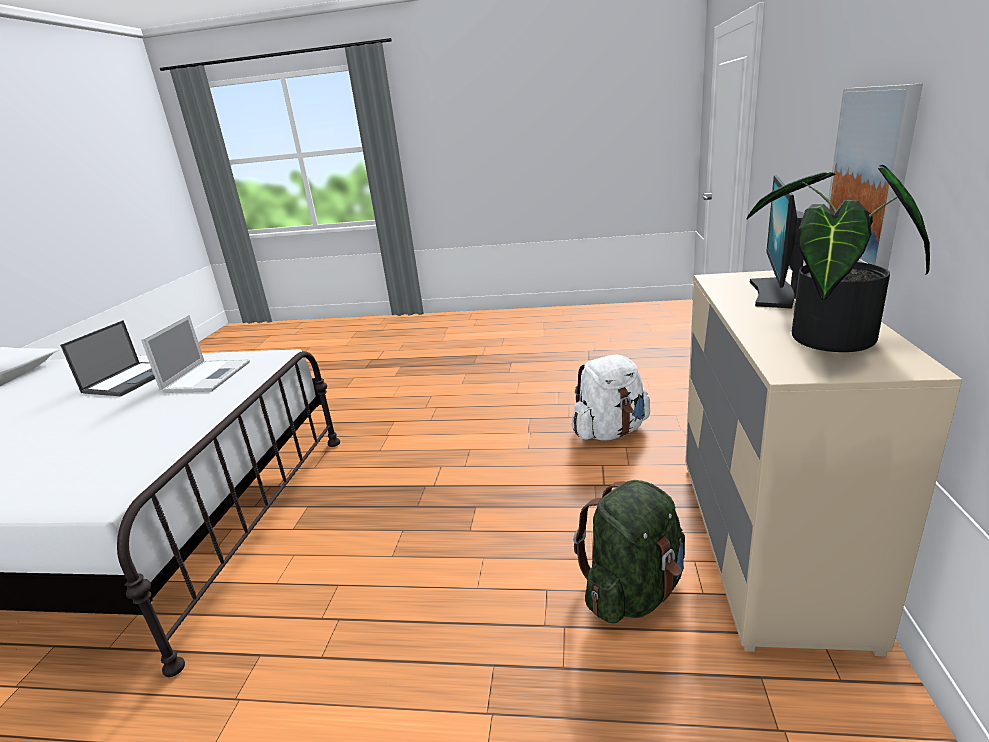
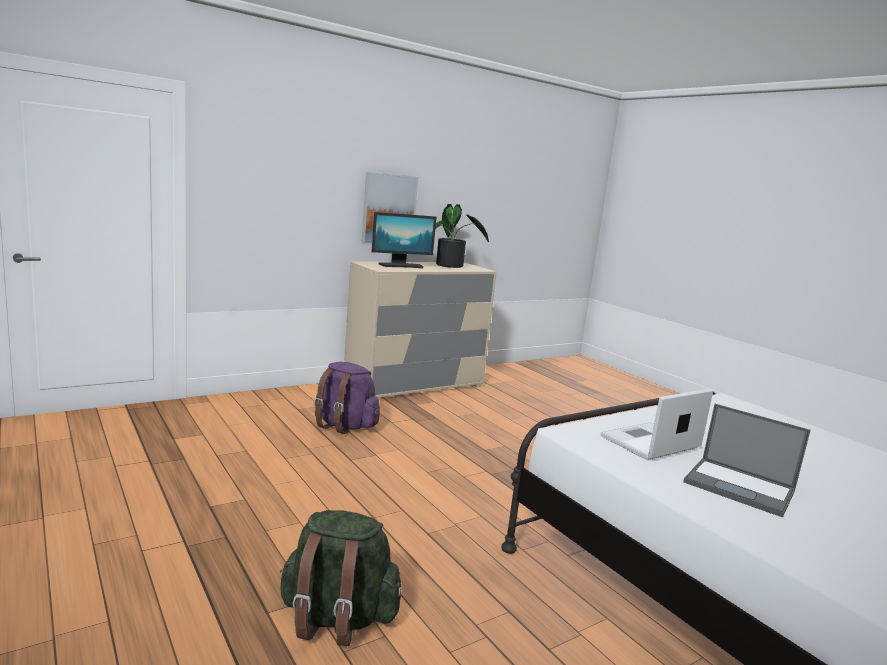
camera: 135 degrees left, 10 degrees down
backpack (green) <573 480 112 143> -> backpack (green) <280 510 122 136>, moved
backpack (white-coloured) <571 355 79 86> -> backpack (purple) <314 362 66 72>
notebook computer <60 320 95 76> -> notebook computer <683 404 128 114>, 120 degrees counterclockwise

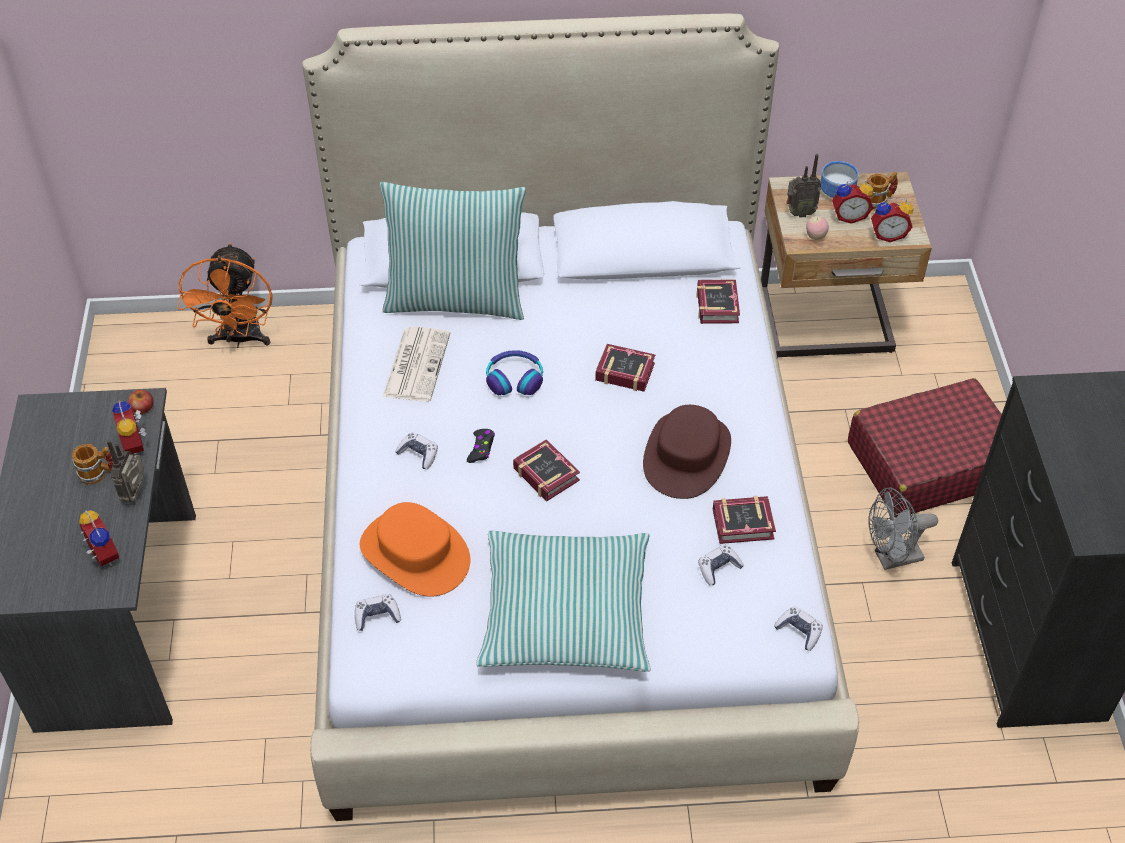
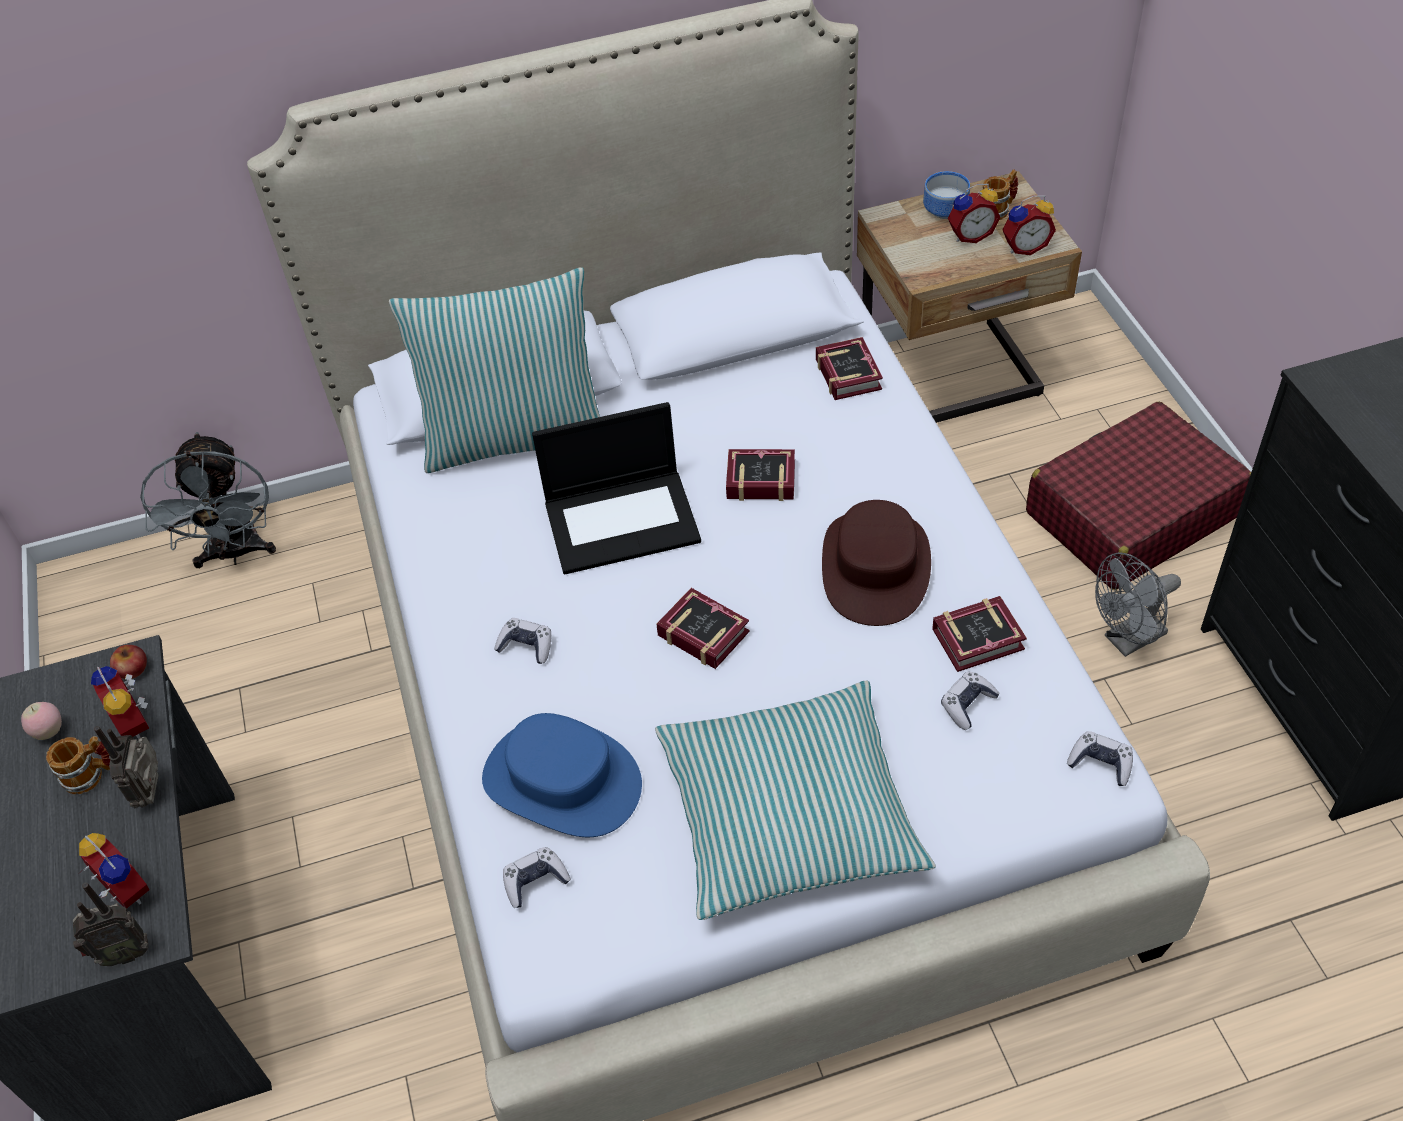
camera: 10 degrees left, 0 degrees up
apple fruit <806 216 23 24> -> apple fruit <21 702 41 38>, moved
radio set <786 154 35 64> -> radio set <73 883 76 83>, moved
fan (orange) <177 243 96 105> -> fan (greyish) <140 432 136 136>
wearable hat (orange) <360 502 110 95> -> wearable hat (blue) <482 713 160 124>
headphones <486 350 57 45> -> notebook computer <532 402 169 173>
printed paper <383 327 67 75> -> none
joypad (blackish) <467 429 28 34> -> none

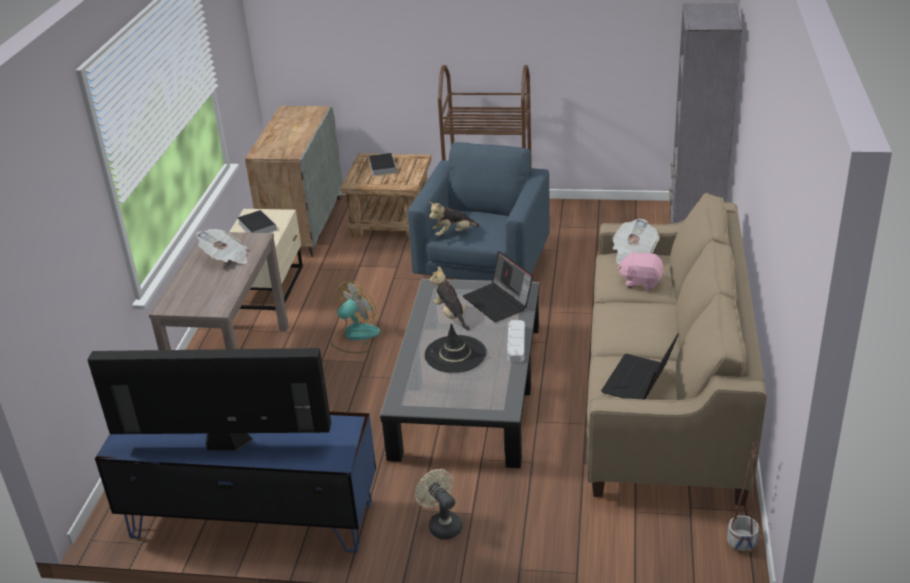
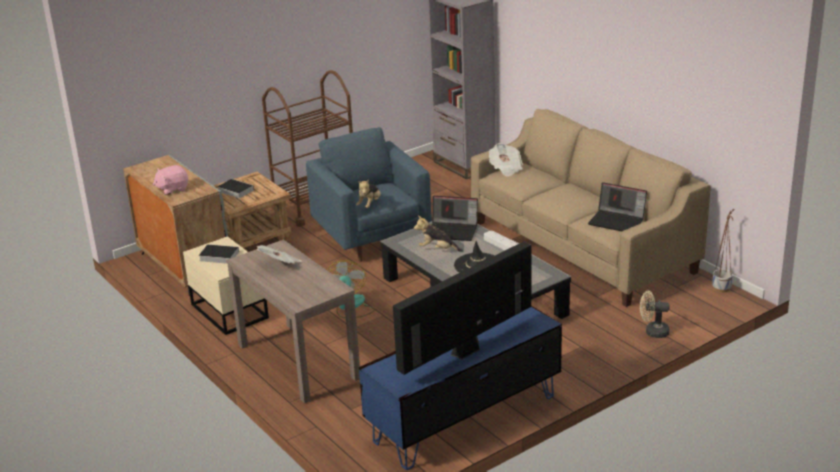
camera: 45 degrees left, 5 degrees down
soft toy (pinkish) <617 250 47 40> -> soft toy (pinkish) <153 165 35 30>, moved
notebook computer <601 333 78 66> -> notebook computer <588 182 59 49>, 45 degrees counterclockwise
fan (beige-coloured) <415 469 47 71> -> fan (beige-coloured) <640 291 30 47>, moved

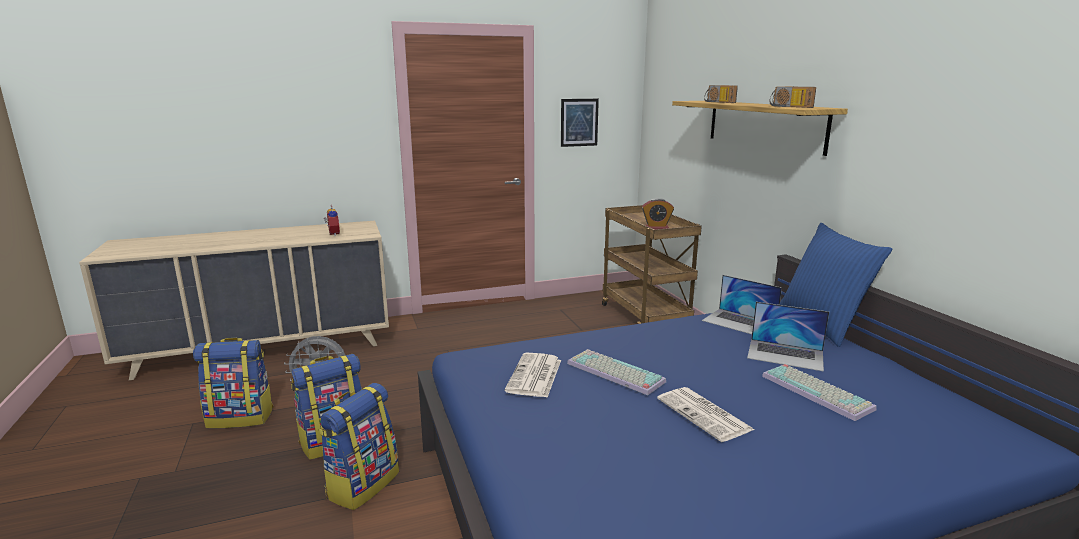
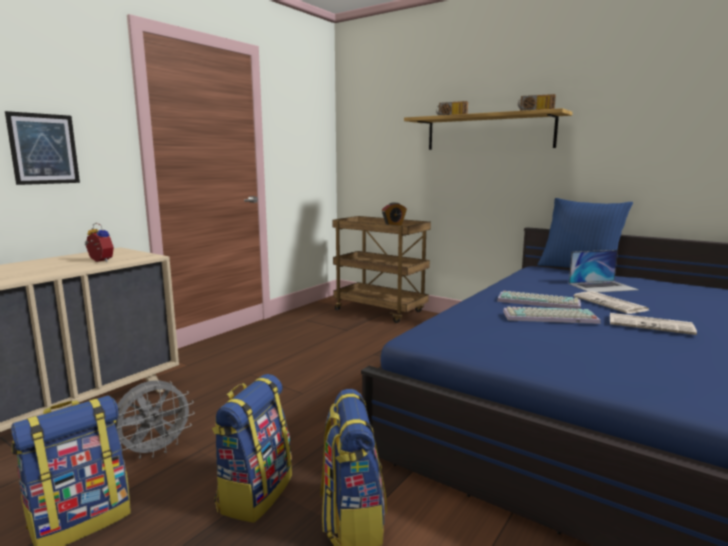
camera: 35 degrees left, 5 degrees down
wall art <561 99 38 48> -> wall art <5 111 75 74>, moved
PC keyboard <762 364 115 57> -> PC keyboard <497 291 84 19>, moved
printed paper <505 353 56 45> -> printed paper <574 291 75 23>, moved
notebook computer <702 275 80 59> -> none

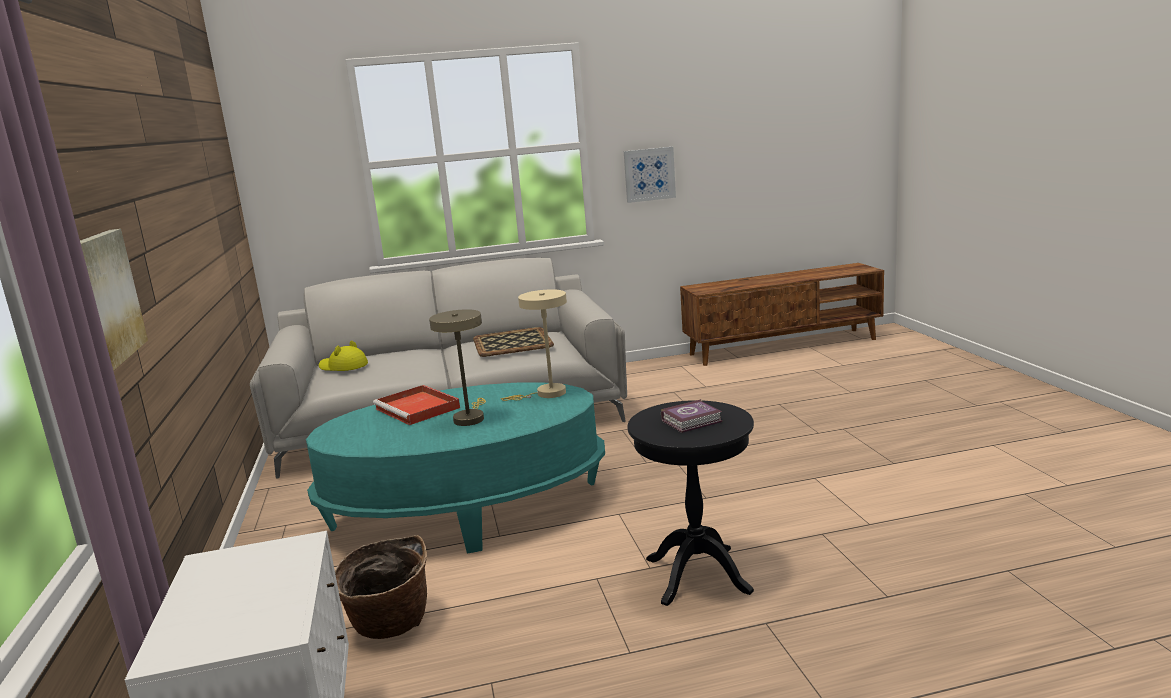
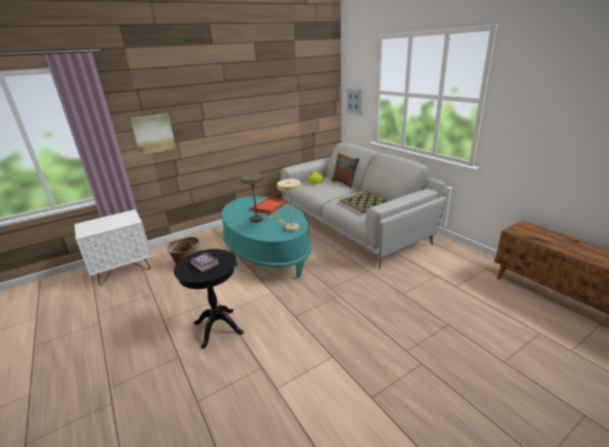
camera: 70 degrees right, 10 degrees up
none -> pillow (brown-coloured) <332 153 28 35>
wall art <624 147 52 56> -> wall art <345 87 18 28>, moved

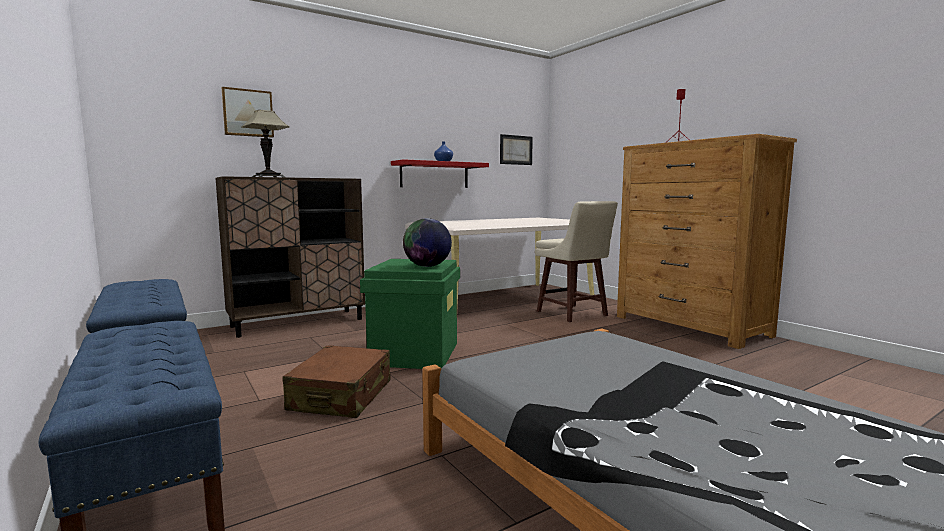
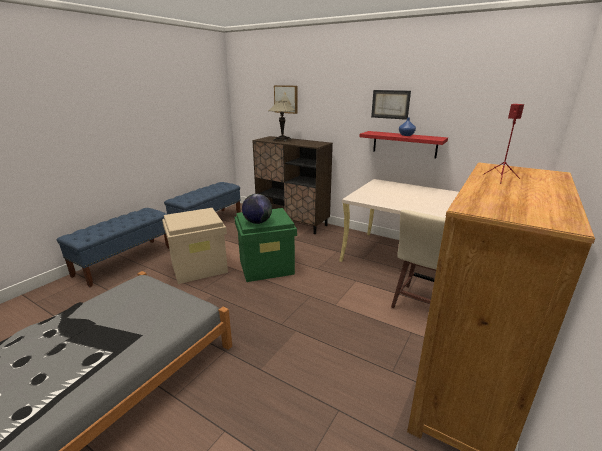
camera: 65 degrees right, 15 degrees up
suitcase (brown-coloured) <283 345 107 73> -> storage box (beige-coloured) <162 208 66 76>
wall art <500 134 33 31> -> wall art <371 90 40 30>, moved

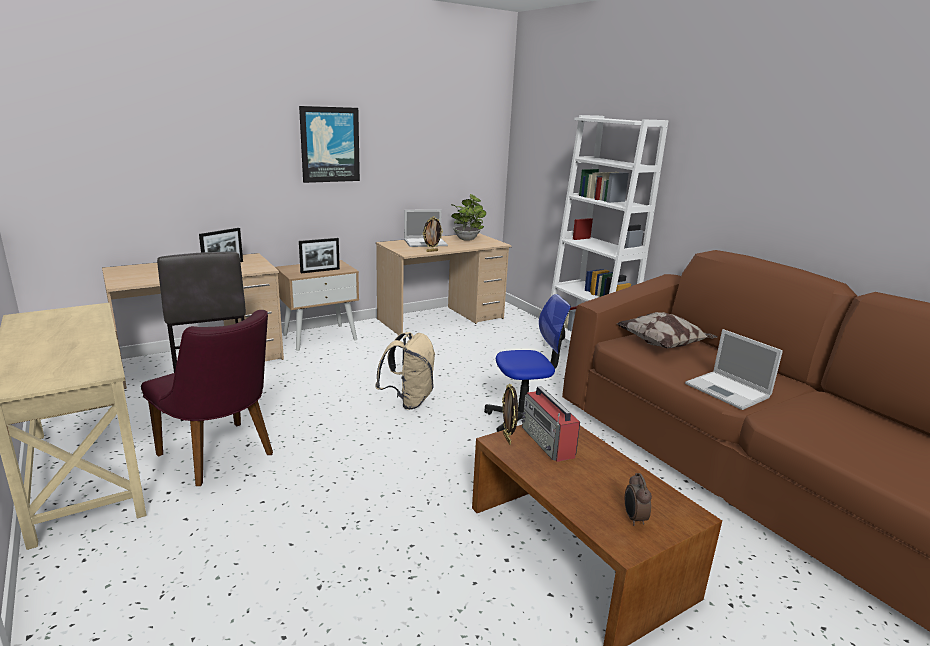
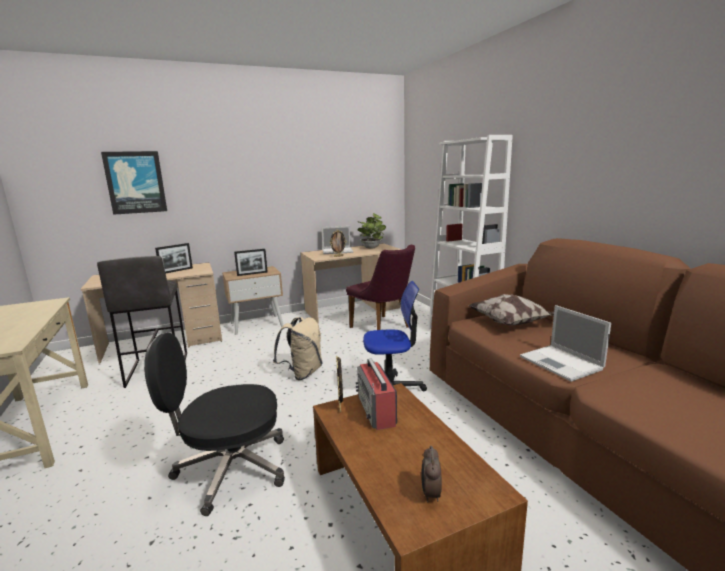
camera: 10 degrees right, 5 degrees down
wall art <299 106 61 77> -> wall art <101 151 66 64>, moved
none -> desk chair (blackish) <144 333 141 183>
upright chair (purple) <141 310 132 176> -> upright chair (purple) <346 245 69 85>, moved

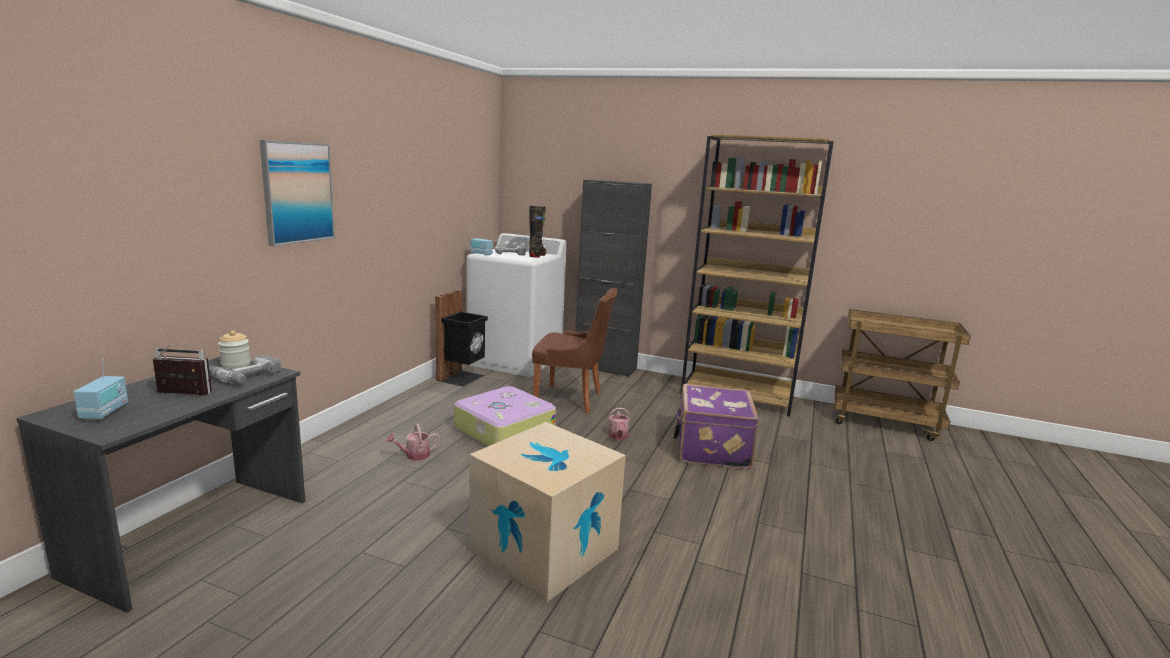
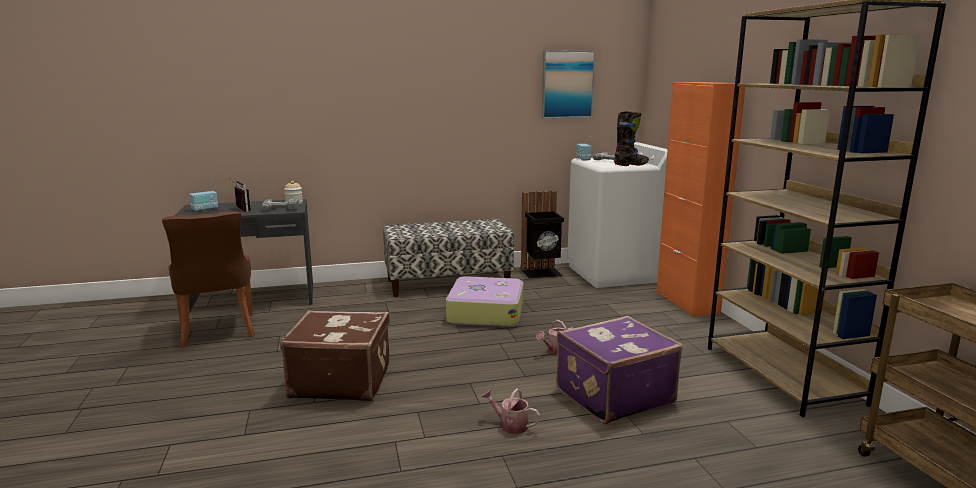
camera: 55 degrees right, 0 degrees up
upright chair (brown-coloured) <532 288 85 126> -> upright chair (brown-coloured) <162 211 93 137>, moved
carton <469 422 157 180> -> suitcase (brown-coloured) <280 310 110 91>
none -> long seat <383 219 131 78>
sprinkling can <386 424 54 36> -> sprinkling can <481 388 59 46>, moved
wall art <260 140 75 106> -> wall art <542 50 54 69>, moved
cabinet (blackish) <575 180 77 197> -> cabinet (orange) <656 82 90 235>

